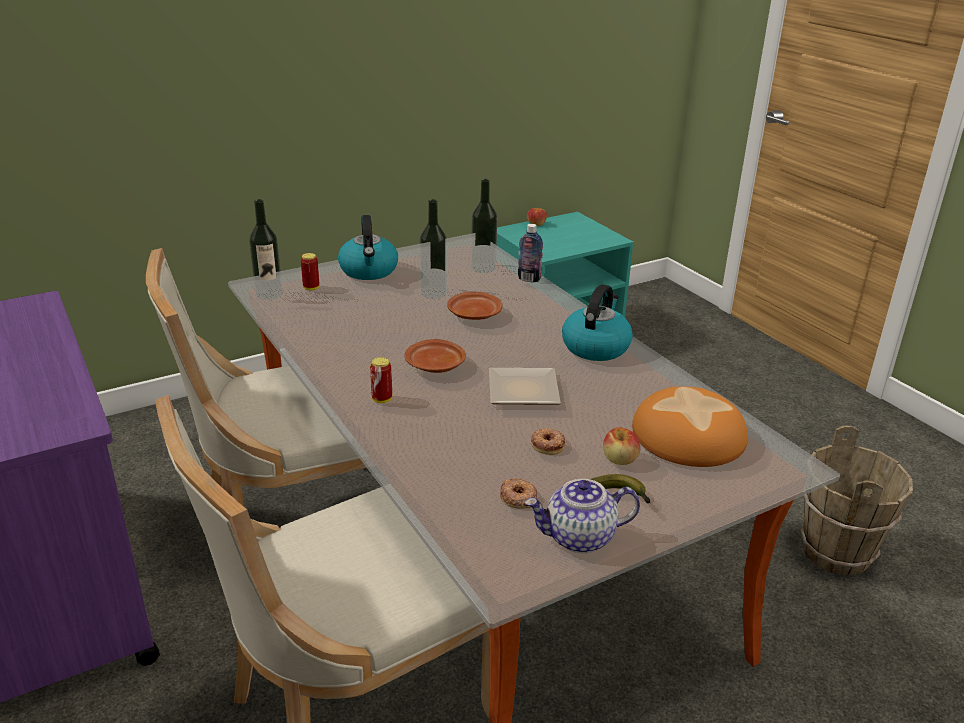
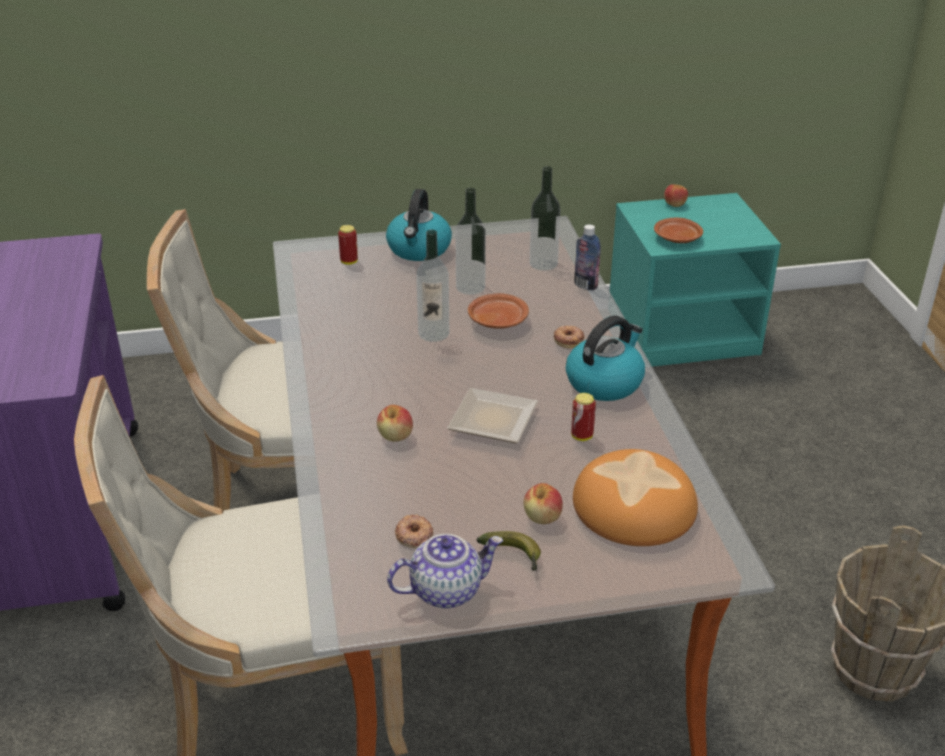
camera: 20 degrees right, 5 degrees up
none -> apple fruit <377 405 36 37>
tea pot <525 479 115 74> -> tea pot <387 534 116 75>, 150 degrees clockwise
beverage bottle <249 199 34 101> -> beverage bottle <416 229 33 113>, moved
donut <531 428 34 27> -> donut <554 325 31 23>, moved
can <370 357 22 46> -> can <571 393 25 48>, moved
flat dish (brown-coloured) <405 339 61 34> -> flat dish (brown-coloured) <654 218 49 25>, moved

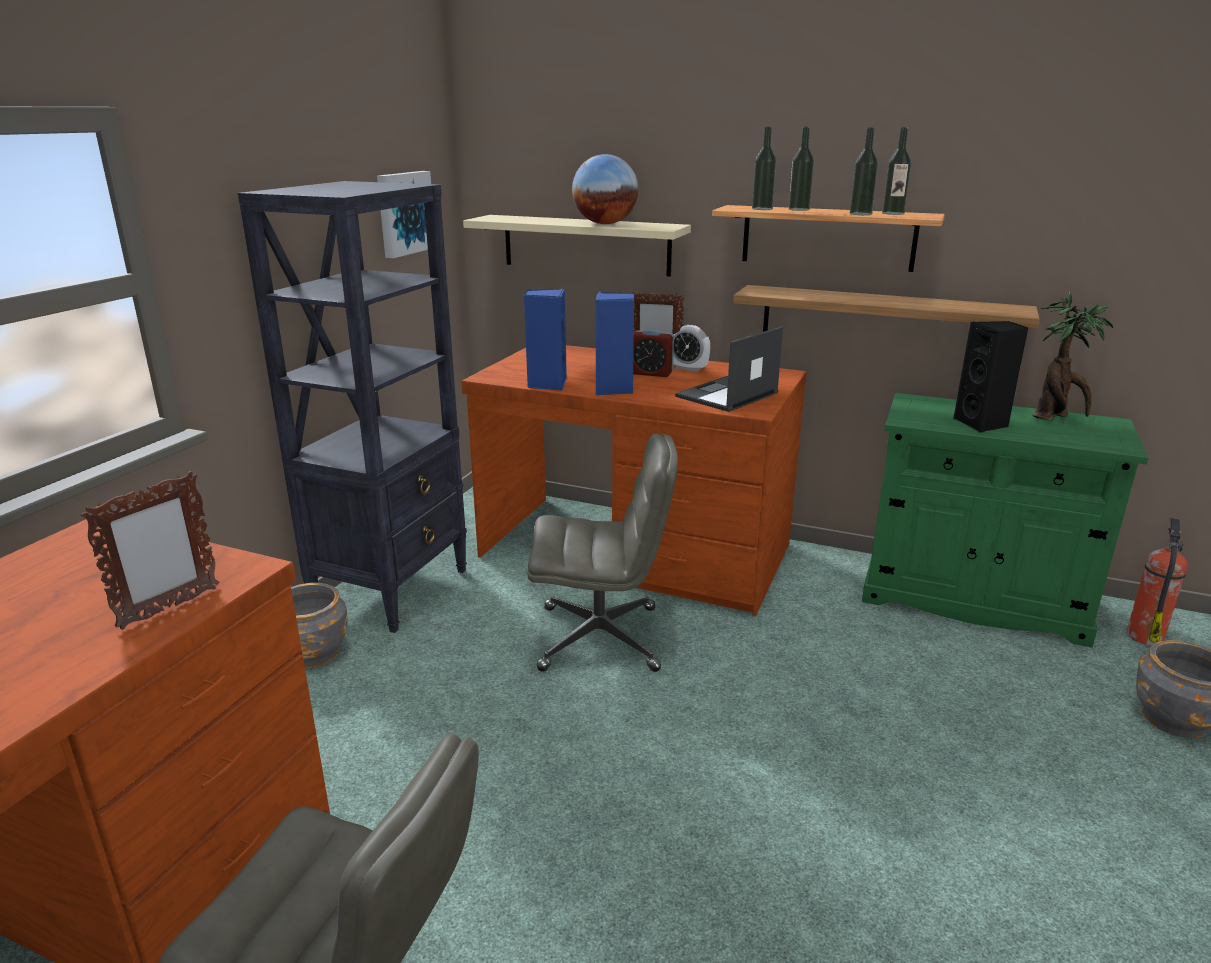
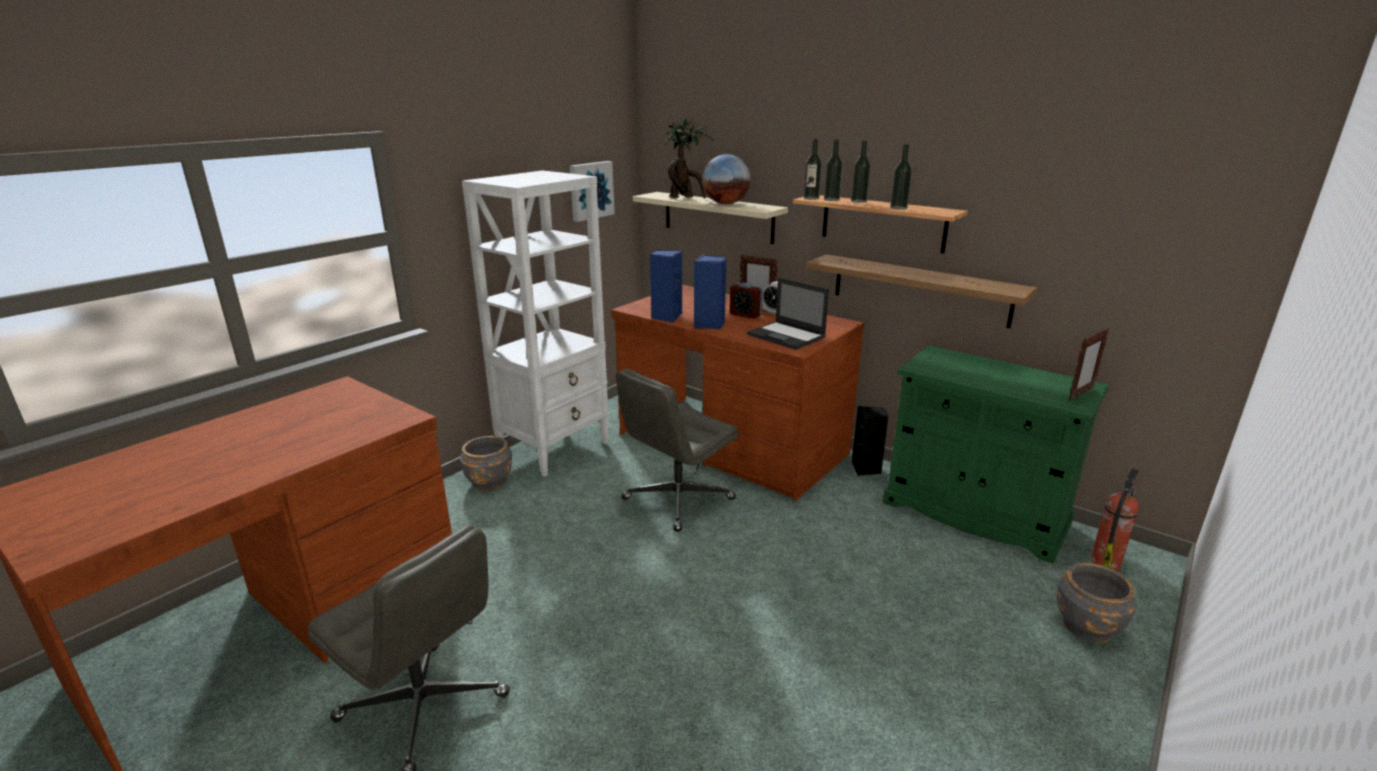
camera: 15 degrees right, 0 degrees up
shelving unit (blackish) <238 181 229 452> -> shelving unit (white-coloured) <462 170 147 307>
desk chair (greyish) <528 434 150 238> -> desk chair (greyish) <616 369 123 163>, 120 degrees clockwise
plant in a pot <1032 291 81 129> -> plant in a pot <664 118 50 81>, moved
notebook computer <675 326 108 86> -> notebook computer <747 278 82 72>, 105 degrees counterclockwise
beverage bottle <882 127 30 88> -> beverage bottle <804 139 18 61>, moved
speaker (blackish) <953 321 75 112> -> speaker (blackish) <852 406 37 70>, moved
photo frame <81 471 138 159> -> photo frame <1069 328 40 73>, moved

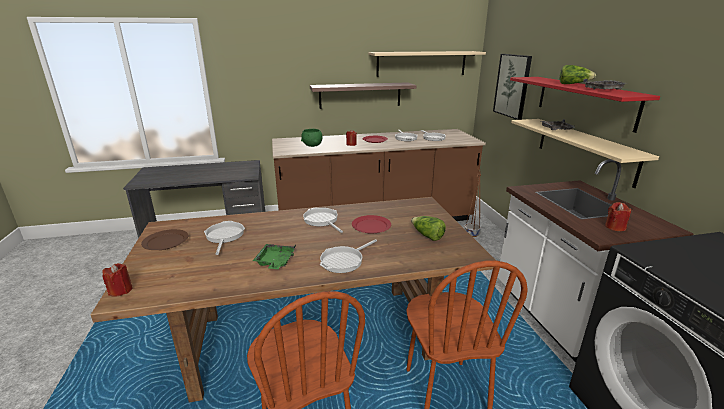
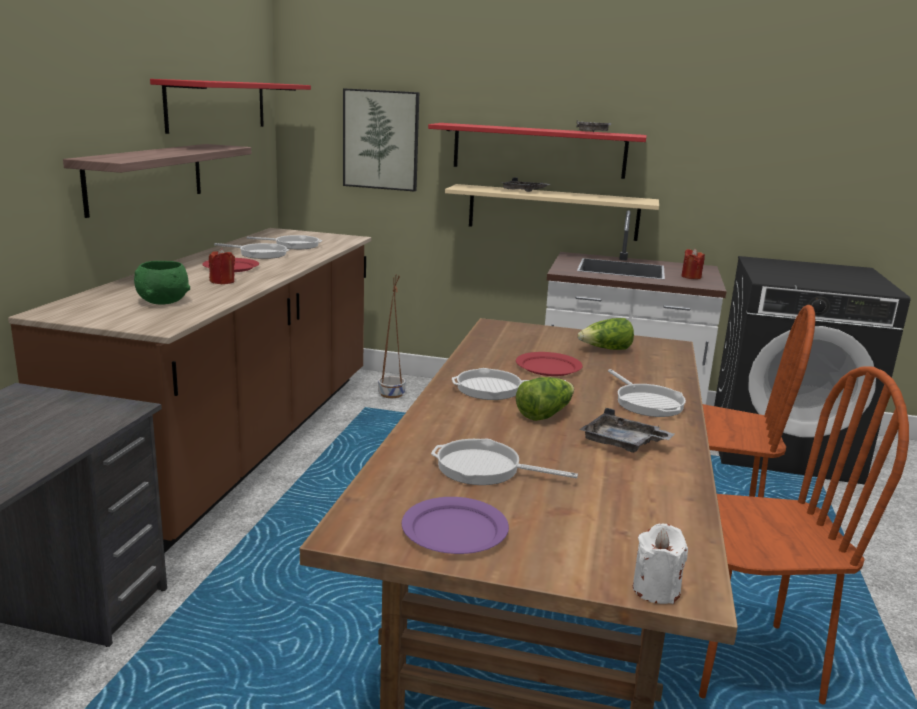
camera: 65 degrees left, 5 degrees down
shelf (beige-coloured) <368 51 118 26> -> shelf (reddish) <150 79 161 55>
flat dish (brown-coloured) <141 229 48 21> -> flat dish (purple) <402 497 107 57>
lettuce <559 65 37 19> -> lettuce <516 377 58 44>, moved
carrying tray (green) <253 244 43 25> -> carrying tray (greyish) <579 408 96 45>
wax candle (reddish) <102 263 31 34> -> wax candle (white-coloured) <633 523 55 81>

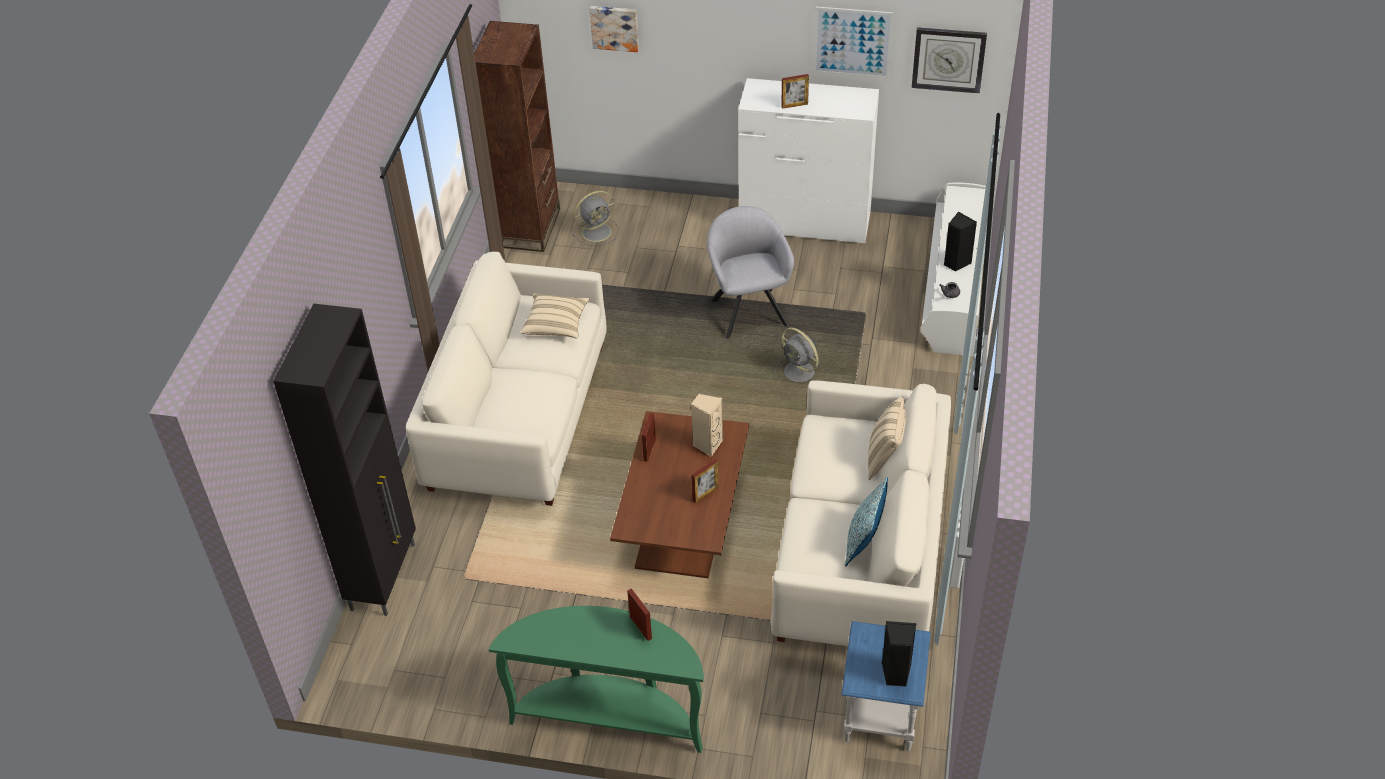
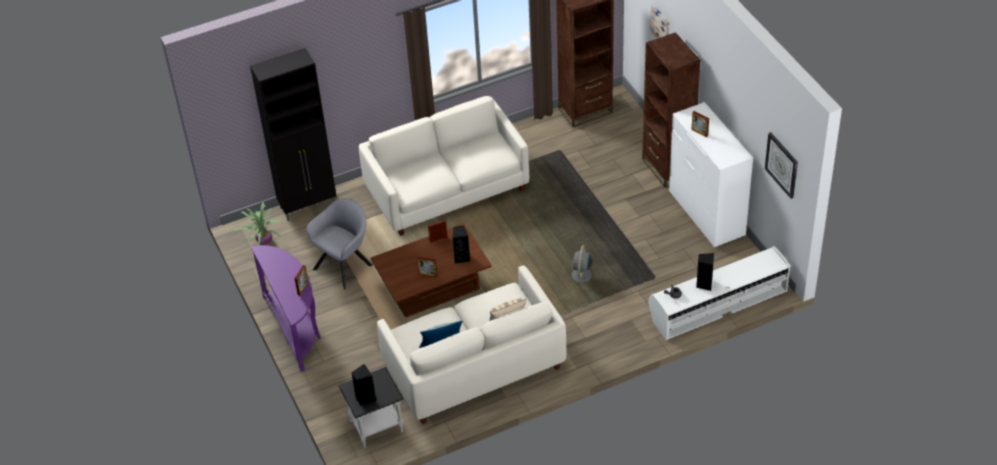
camera: 55 degrees right, 0 degrees up
none -> plant in a pot <232 202 51 43>
narrow table (green) <489 606 215 147> -> narrow table (purple) <251 245 70 127>
easy chair (greyish) <707 206 87 133> -> easy chair (greyish) <307 198 66 92>, moved
side table (blue) <841 621 90 130> -> side table (blackish) <338 367 66 81>
speaker (beige-coloured) <691 393 32 64> -> speaker (blackish) <452 226 19 38>
none -> shelving unit (brown-coloured) <642 32 59 156>
pillow (beige-coloured) <521 294 68 44> -> none
fan (greyish) <572 191 47 55> -> none
wall art <814 7 79 72> -> none

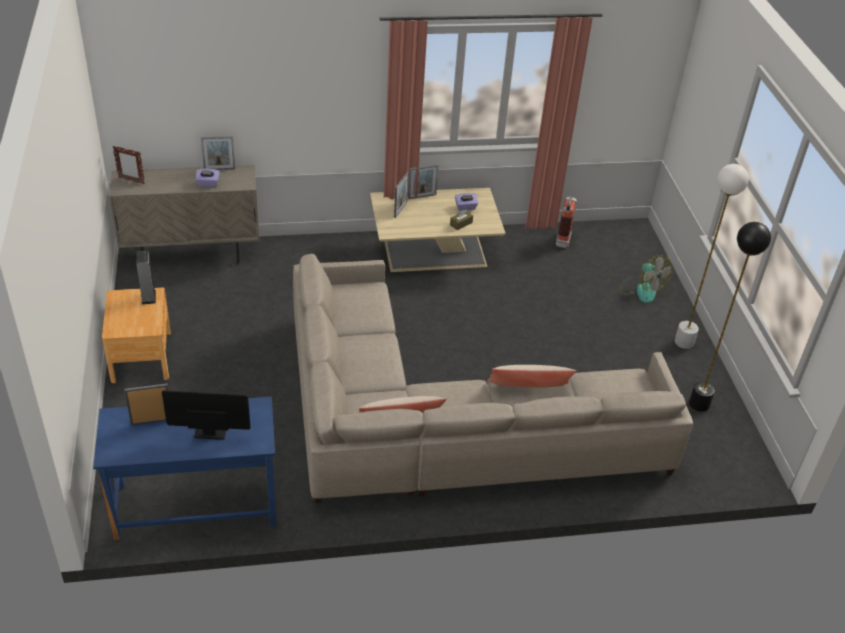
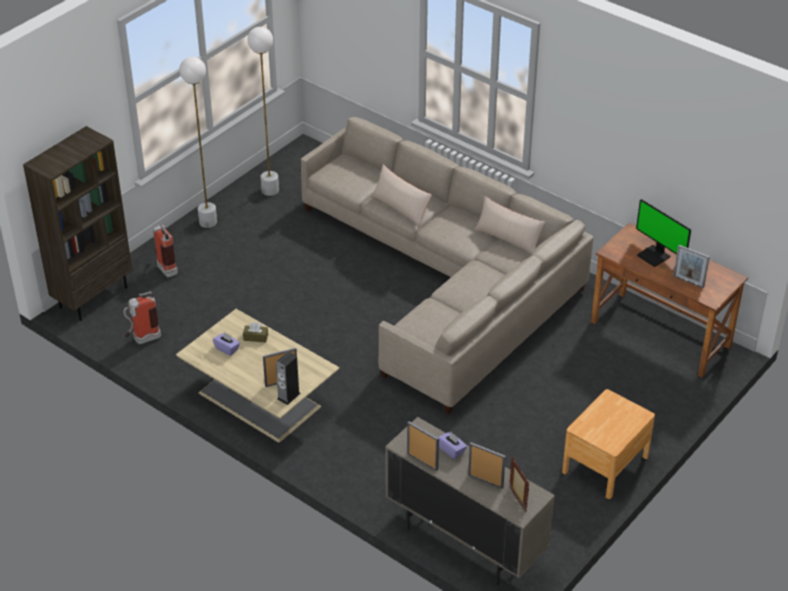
camera: 130 degrees left, 0 degrees up
none -> shelving unit (brown-coloured) <23 126 109 195>
fan <620 255 53 48> -> extinguisher <153 225 25 53>
standard lamp (blackish) <689 222 82 190> -> standard lamp (white-coloured) <247 27 32 169>
speaker <136 251 20 54> -> speaker <276 351 25 54>, moved
photo frame <408 164 30 35> -> photo frame <468 442 38 47>, moved
desk unit (blue) <93 397 184 143> -> desk unit (brown-coloured) <591 223 157 155>

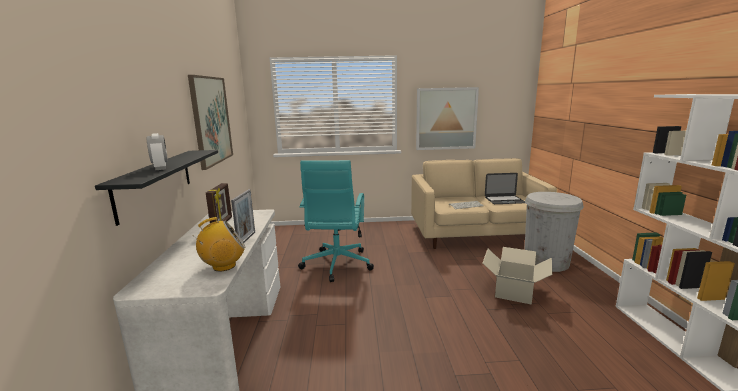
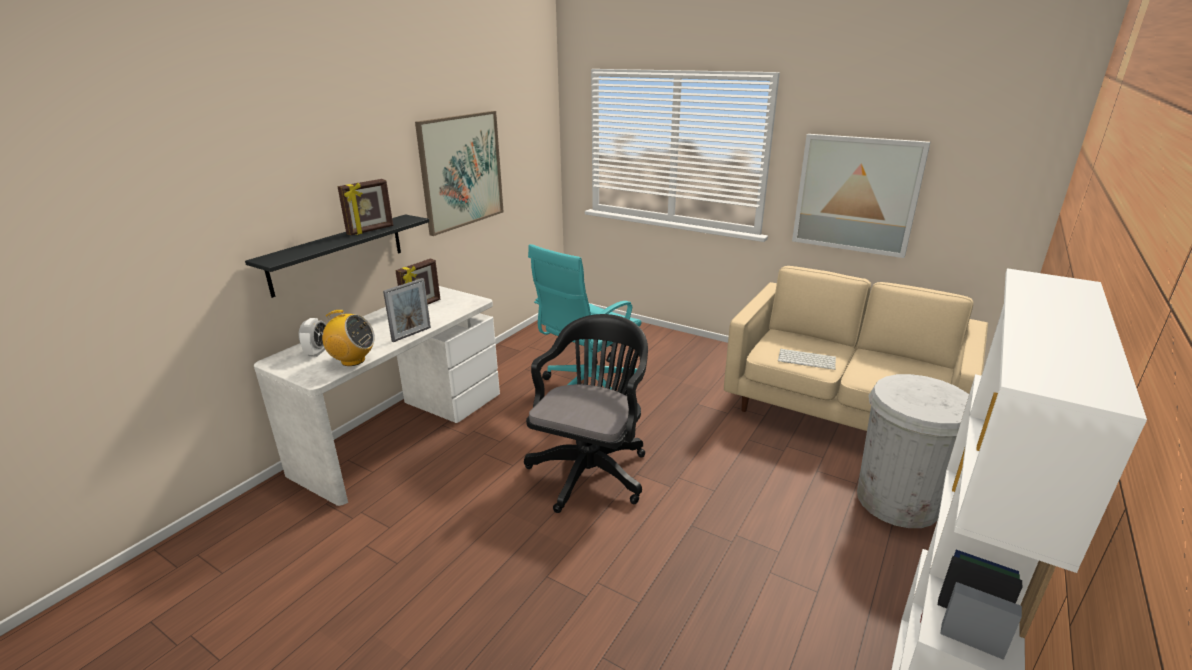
camera: 35 degrees right, 10 degrees up
bedside clock <147 133 21 37> -> bedside clock <299 318 27 39>, moved
none -> photo frame <337 179 56 57>
none -> desk chair (blackish) <524 314 124 199>
carton <483 247 69 58> -> none
notebook computer <485 173 40 31> -> none

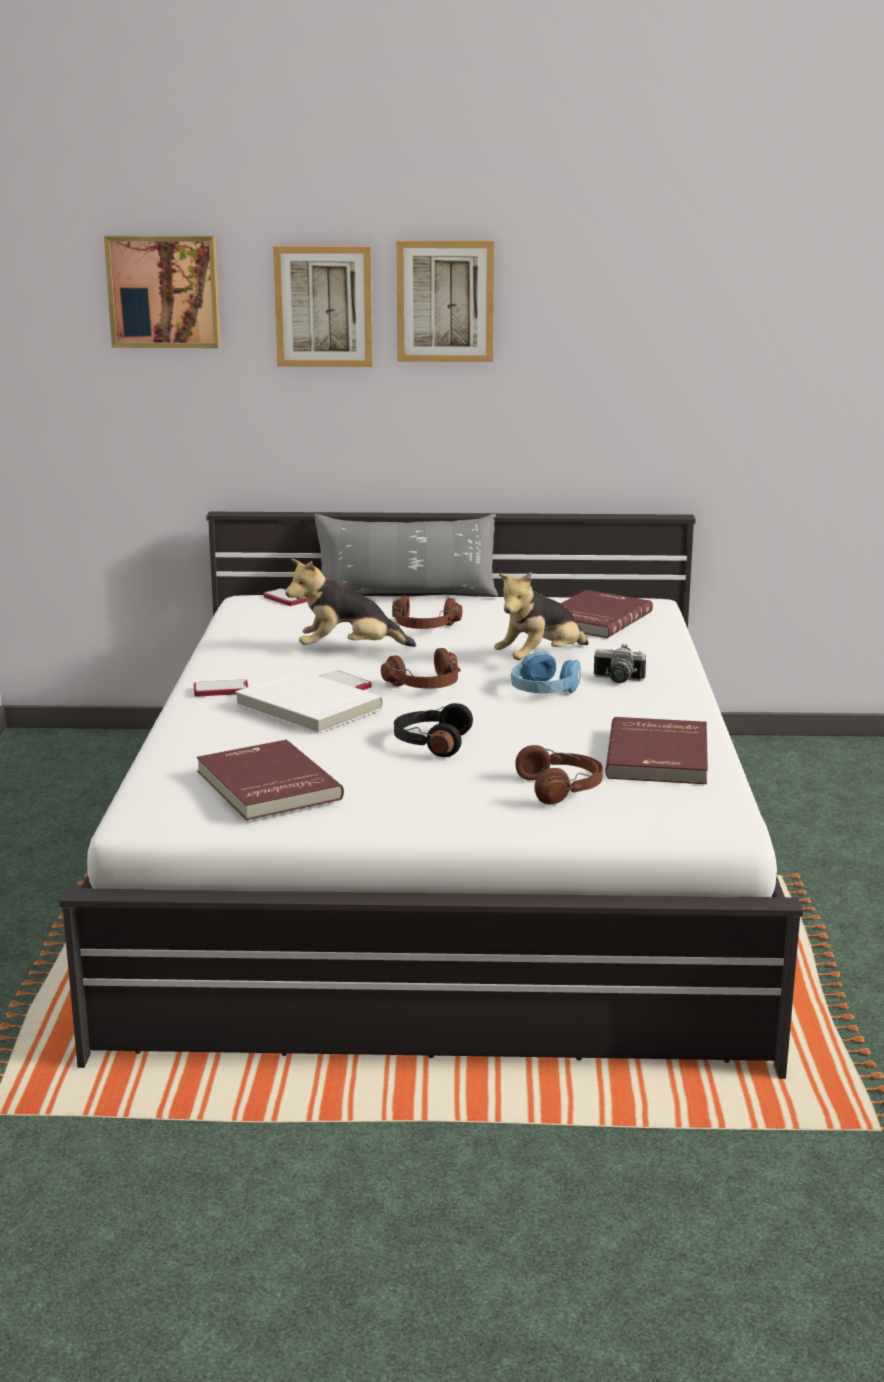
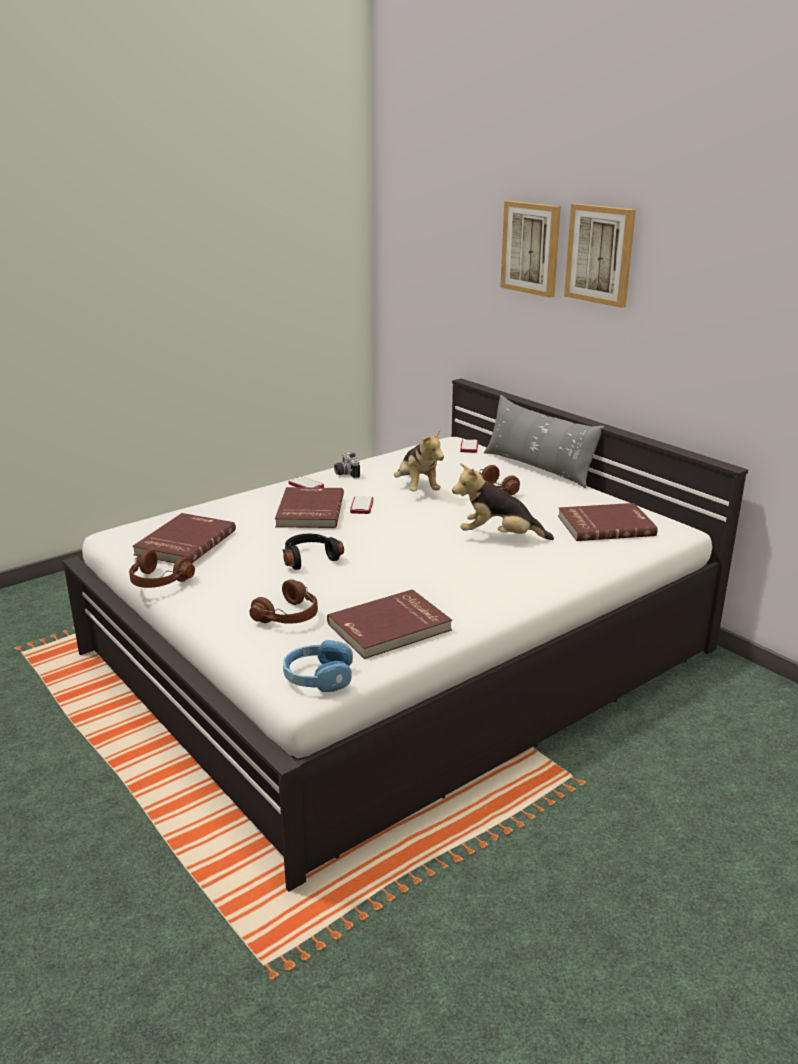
camera: 50 degrees right, 5 degrees up
headphones (brown-coloured) <381 648 80 41> -> headphones (brown-coloured) <129 549 66 39>, moved
volume (white-coloured) <235 670 148 64> -> volume (reddish) <275 487 69 41>
headphones (blue) <511 652 70 41> -> headphones (blue) <283 640 70 52>, moved
still camera <594 643 52 40> -> still camera <334 452 26 27>, moved
soft toy <285 558 131 89> -> soft toy <394 430 50 61>, 150 degrees counterclockwise
wall art <104 236 117 112> -> none

